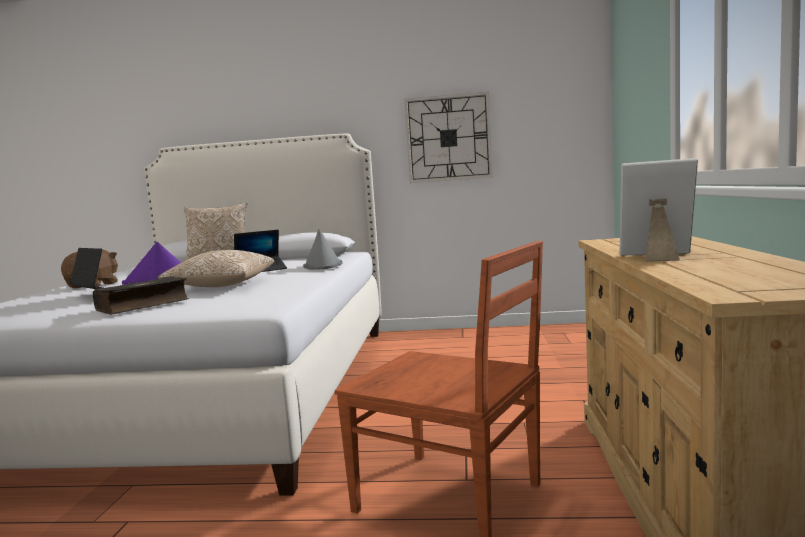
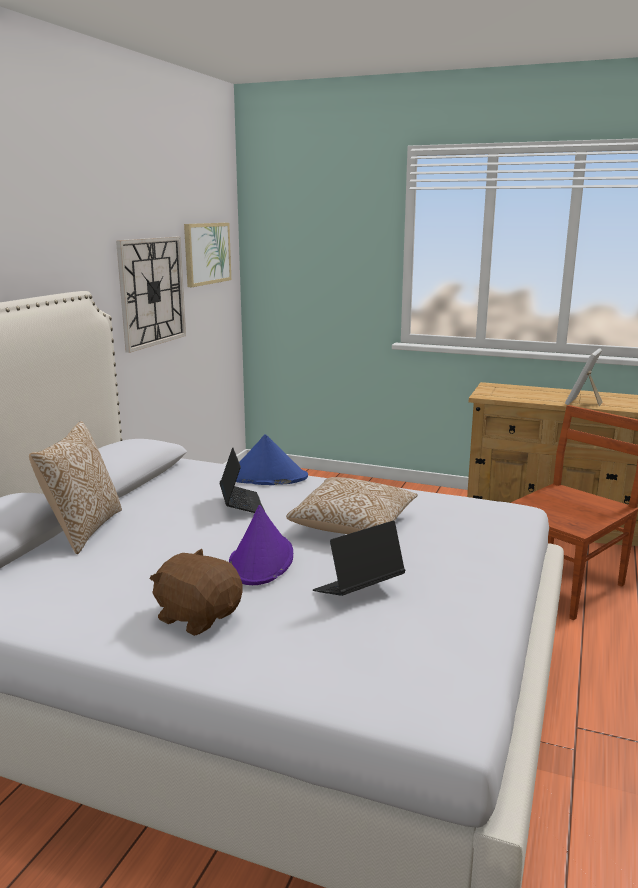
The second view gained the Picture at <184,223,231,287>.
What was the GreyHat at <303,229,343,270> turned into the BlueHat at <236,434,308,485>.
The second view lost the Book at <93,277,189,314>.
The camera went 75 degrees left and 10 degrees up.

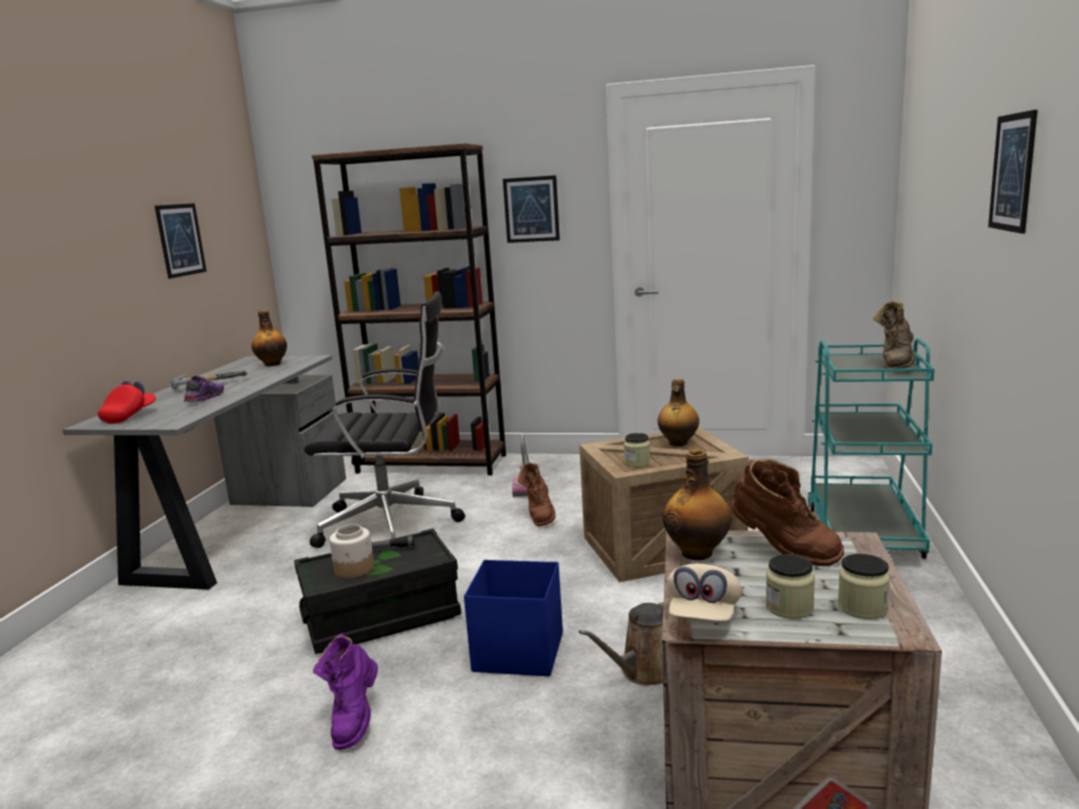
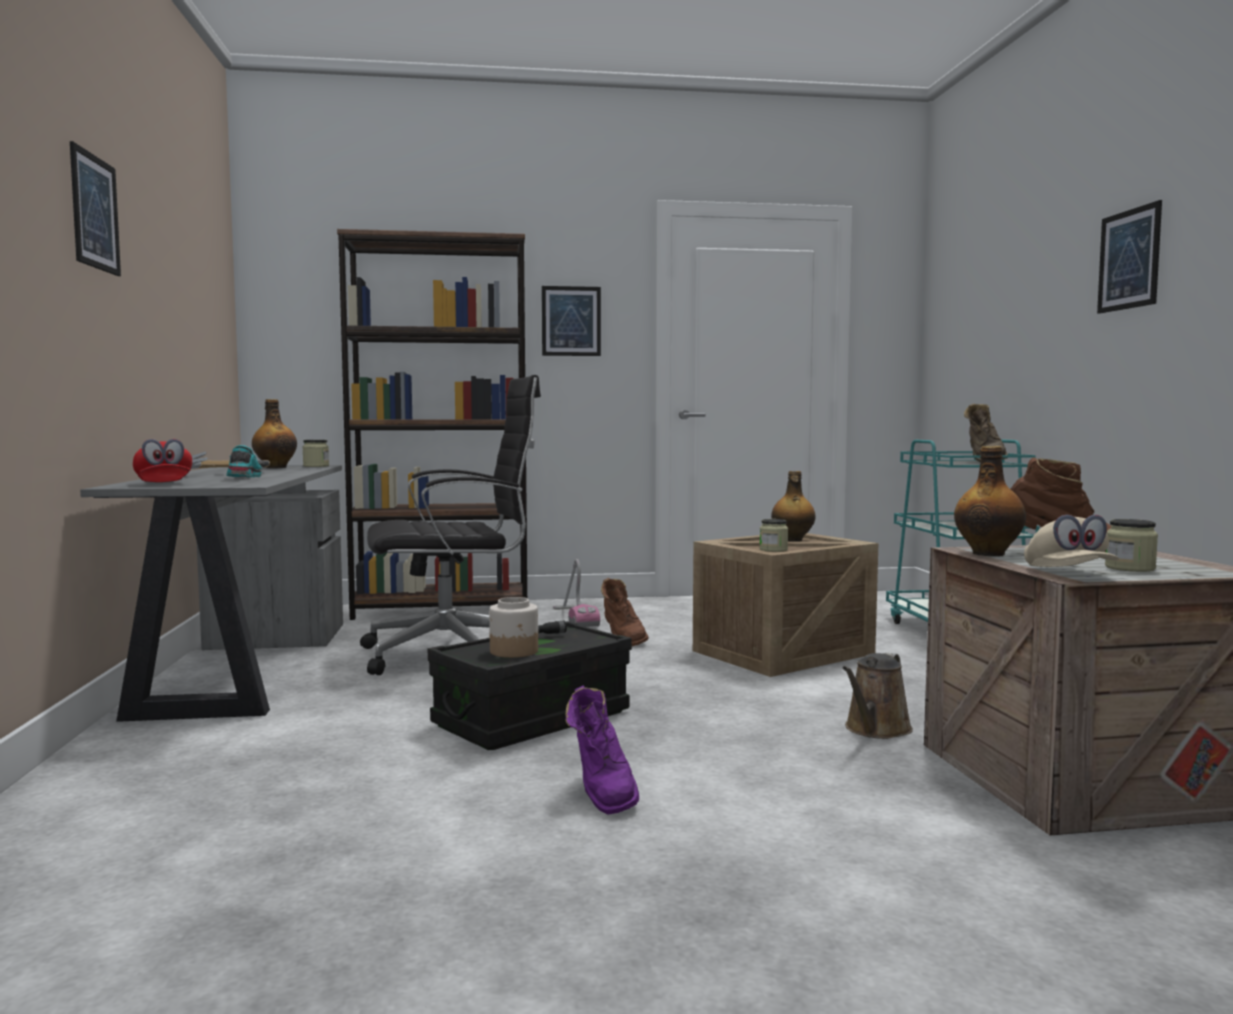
The Picture ended up elsewhere, having gone from <155,203,207,279> to <70,141,121,276>.
The RedCap at <98,380,156,424> ended up facing another way, 150 degrees clockwise from before.
What was the PurpleShoe at <184,376,224,402> turned into the TurquoiseShoe at <226,445,262,477>.
The Jar ended up elsewhere, having gone from <838,554,890,619> to <302,440,329,467>.
The second view lost the BlueStorageBox at <464,560,563,676>.
The camera went 20 degrees left and 10 degrees down.

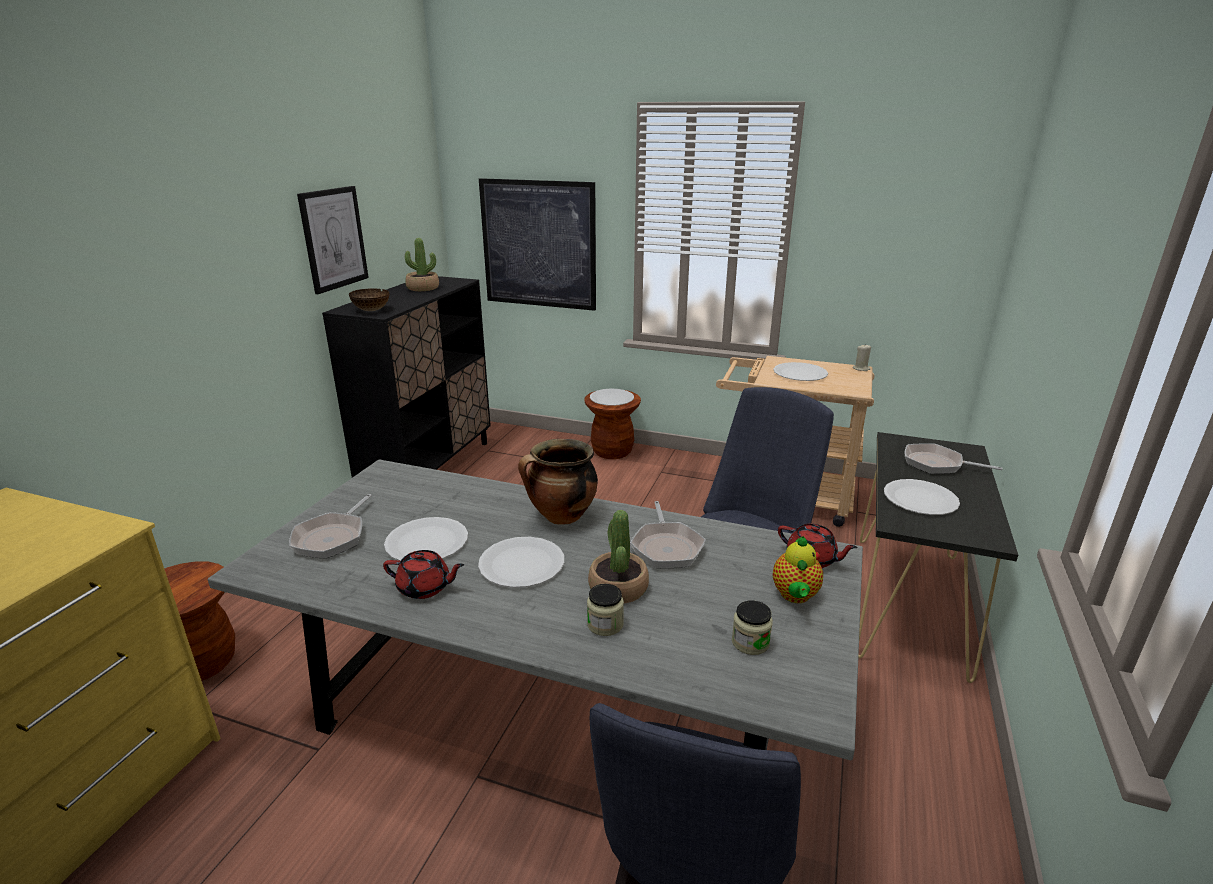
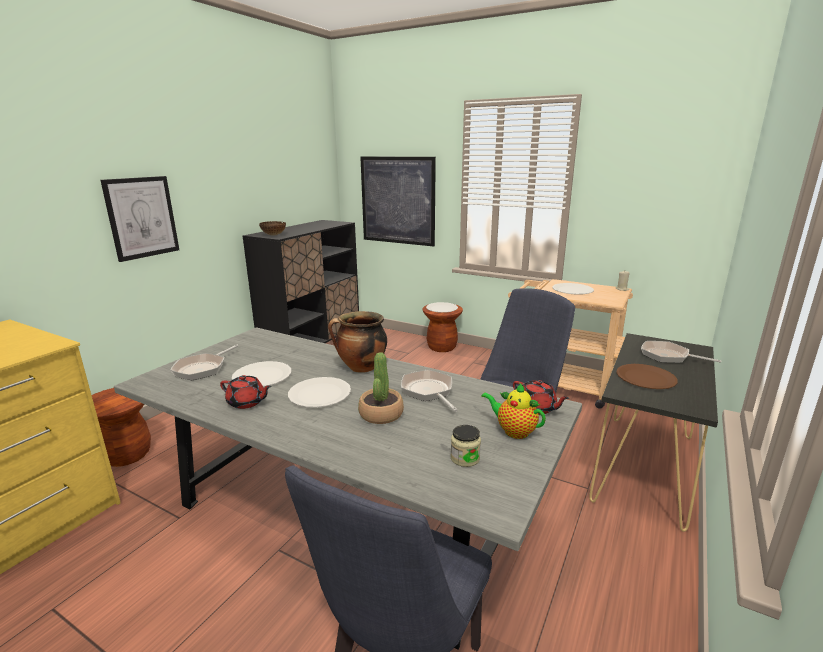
The Picture ended up elsewhere, having gone from <297,186,369,294> to <100,176,179,262>.
The FryingPan at <630,501,706,568> ended up facing another way, 150 degrees clockwise from before.
The Teapot at <773,536,823,603> ended up facing another way, 105 degrees clockwise from before.
What was the WhitePlate at <884,479,960,515> turned into the BrownPlate at <616,364,678,389>.
The second view lost the PottedPlant at <405,238,439,291>.
The second view lost the Jar at <587,584,624,636>.
The camera went 10 degrees right and 5 degrees down.

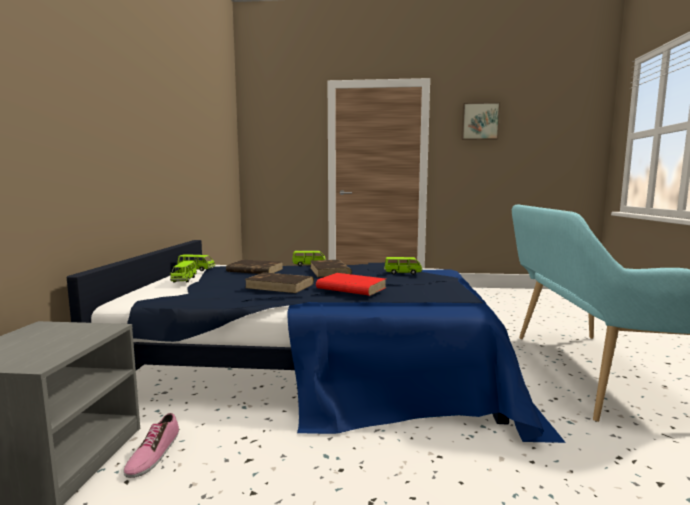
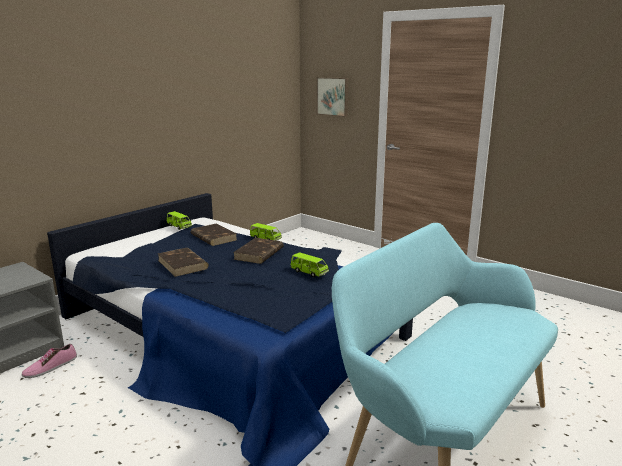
The Picture ended up elsewhere, having gone from <461,102,500,140> to <316,77,349,117>.
The second view lost the GreenToyCar at <170,261,197,283>.
The second view lost the RedBook at <316,273,387,296>.
The camera went 35 degrees right and 10 degrees up.

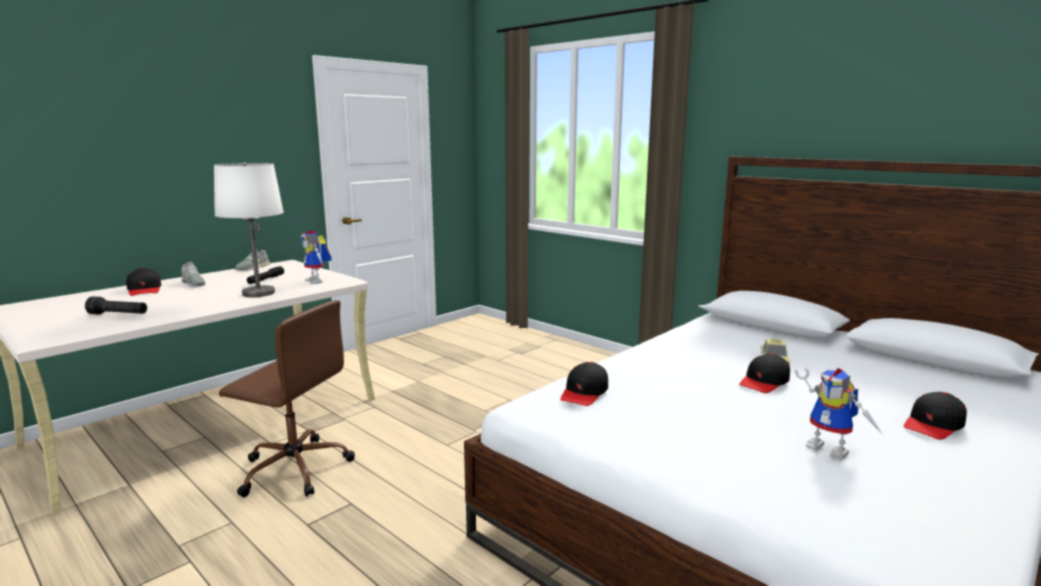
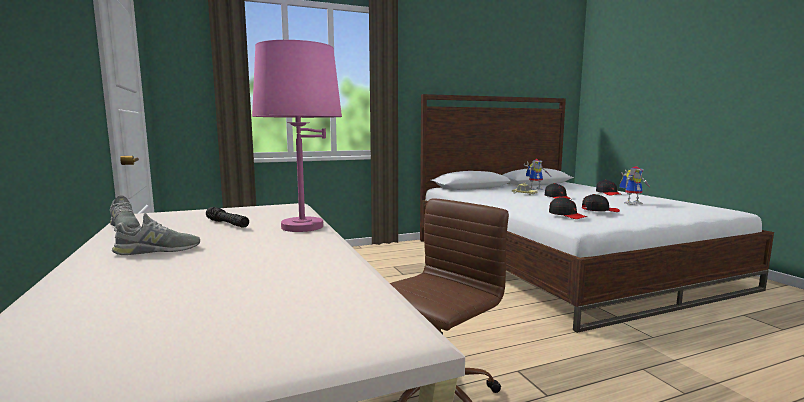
What was the WhiteTableLamp at <214,162,284,297> turned into the PinkTableLamp at <252,40,342,232>.
The ToyRobot ended up elsewhere, having gone from <301,231,332,284> to <524,159,550,190>.
The BlackCap ended up elsewhere, having gone from <126,267,161,296> to <582,194,620,212>.
The second view lost the BlackFlashlight at <85,296,147,314>.
The camera went 65 degrees left and 5 degrees down.

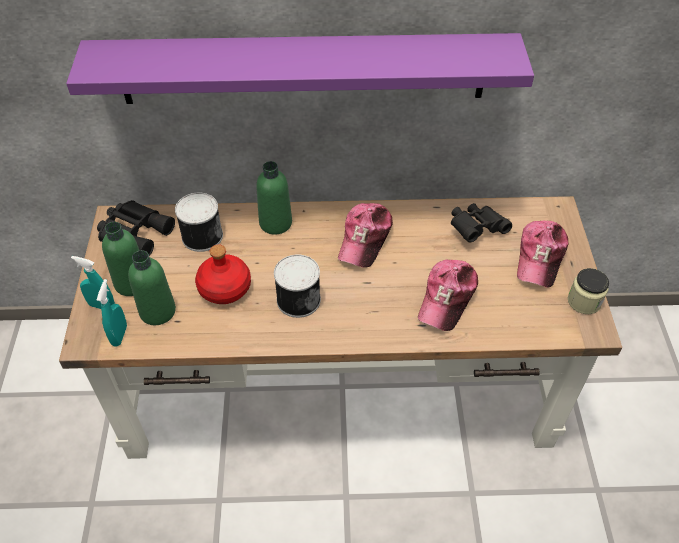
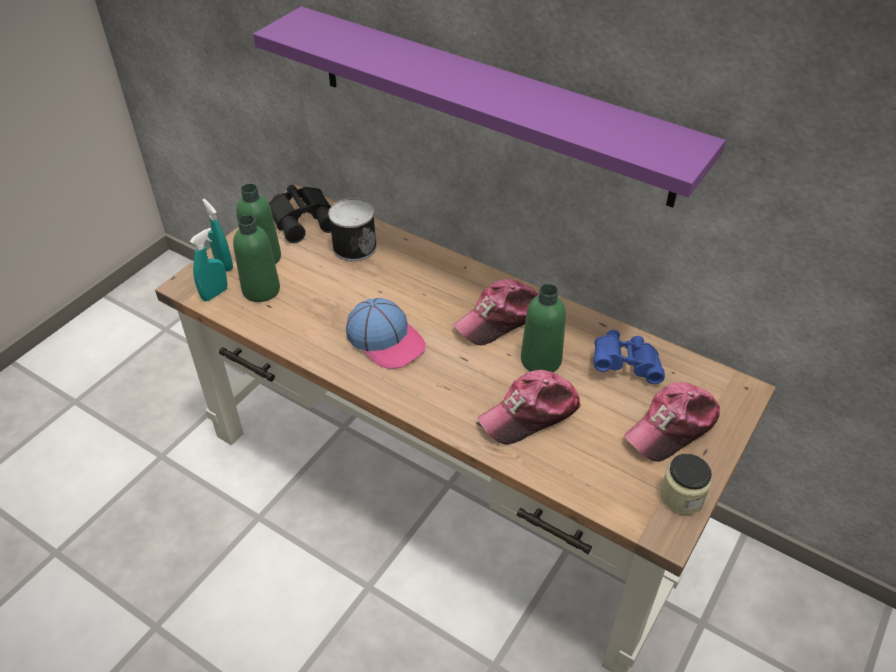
Where the Can stood at <274,255,321,318>, the Cap came to stand at <346,298,426,369>.
The GreenBottle ended up elsewhere, having gone from <256,161,292,235> to <521,284,566,372>.
What was the BlackBinoculars at <451,203,512,243> turned into the BlueBinoculars at <593,330,665,384>.
The second view lost the RedBottle at <195,244,251,304>.
The camera went 35 degrees right and 5 degrees down.

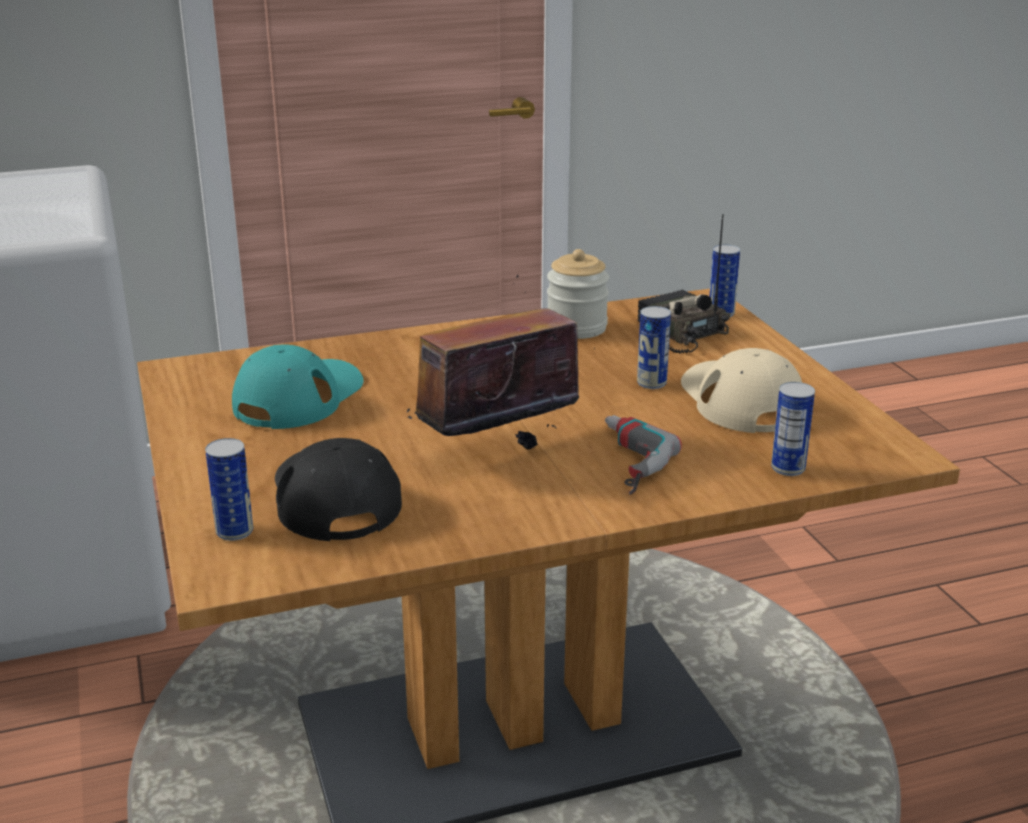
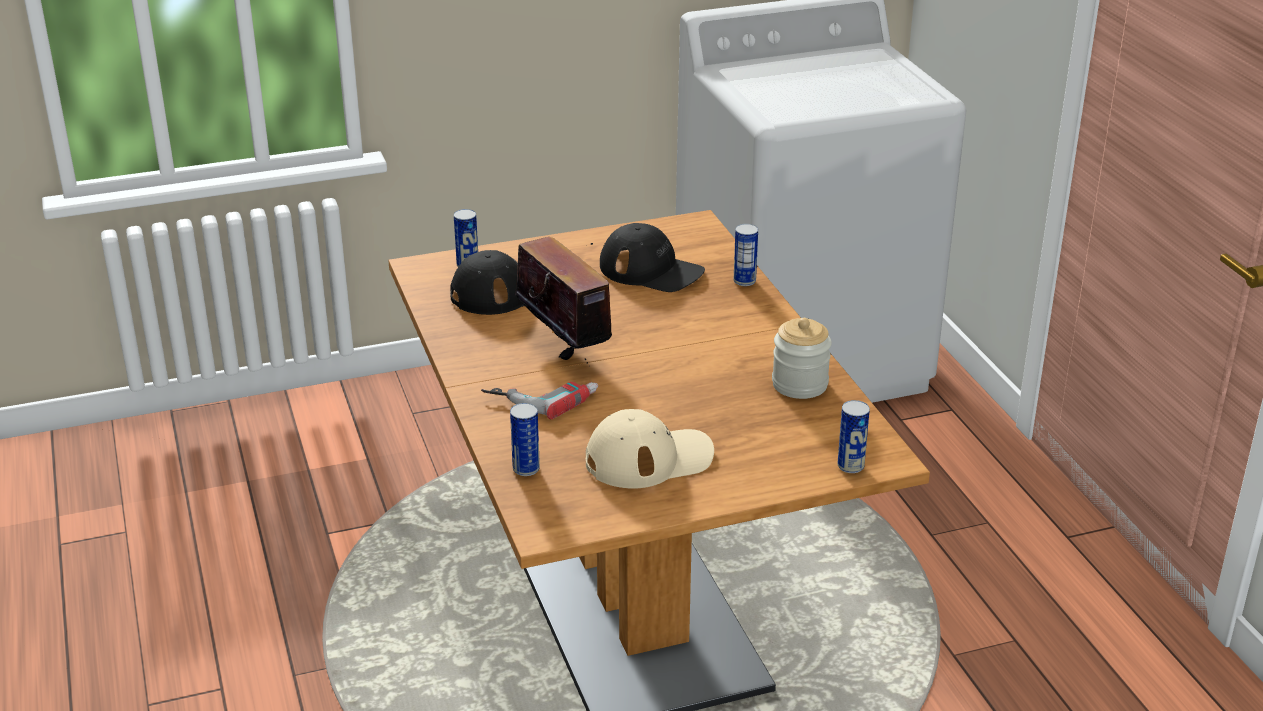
What was the TurquoiseCap at <232,344,364,429> turned into the BlackCap at <600,223,705,292>.
The Can ended up elsewhere, having gone from <637,306,671,389> to <733,224,758,286>.
The second view lost the Radio at <638,214,730,354>.
The camera went 90 degrees right and 5 degrees up.

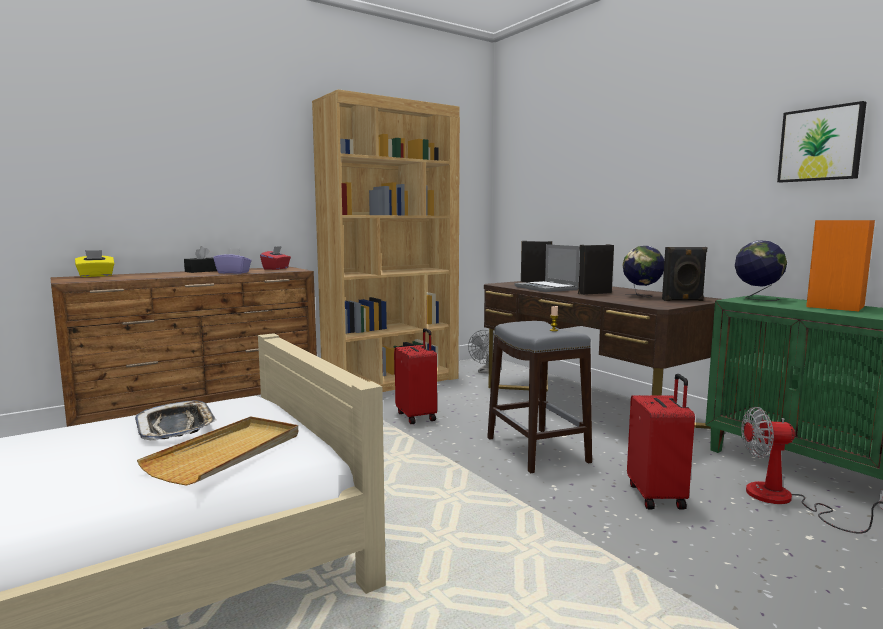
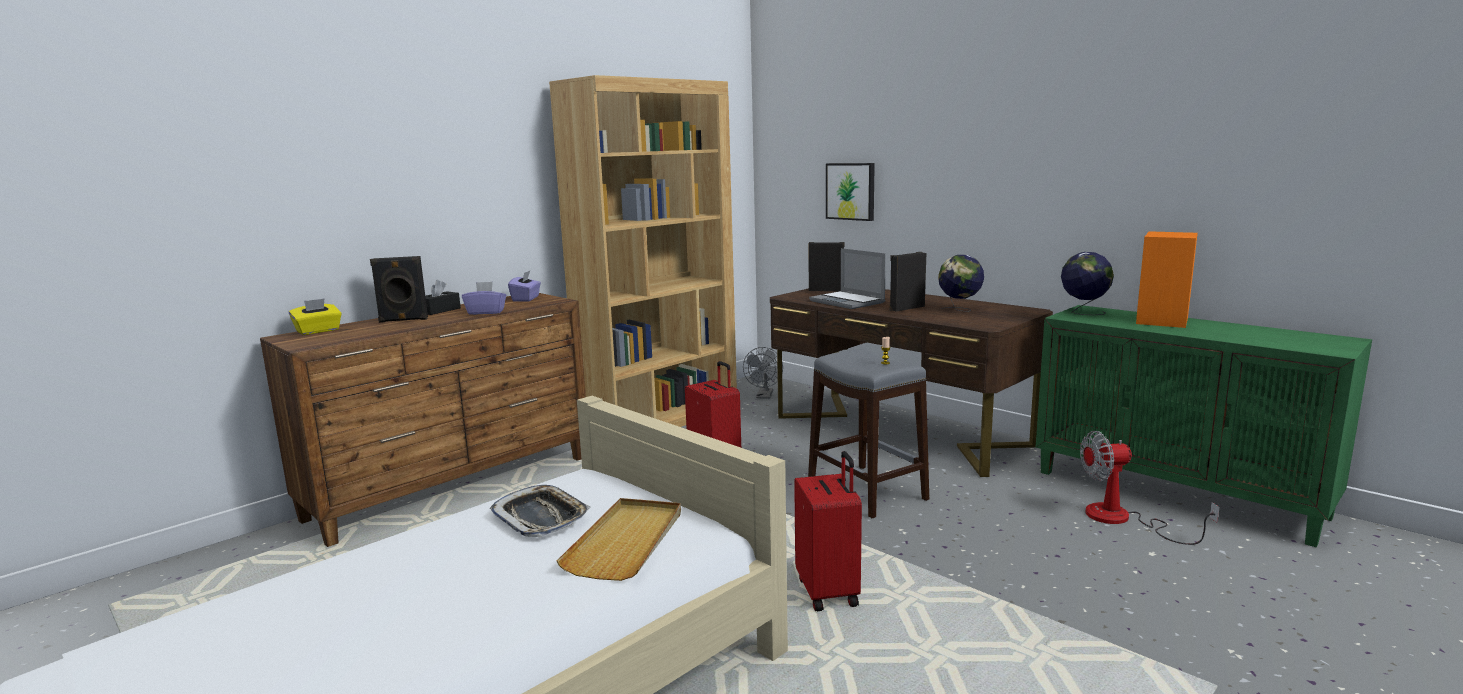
The BlackSpeaker ended up elsewhere, having gone from <662,247,707,301> to <370,256,428,323>.
What was the RedTissueBox at <260,246,291,270> turned into the PurpleTissueBox at <508,271,541,302>.
The RedSuitcase ended up elsewhere, having gone from <627,374,695,510> to <794,451,862,611>.
The Picture ended up elsewhere, having gone from <777,101,866,182> to <826,163,875,221>.
The camera went 10 degrees left and 5 degrees up.

